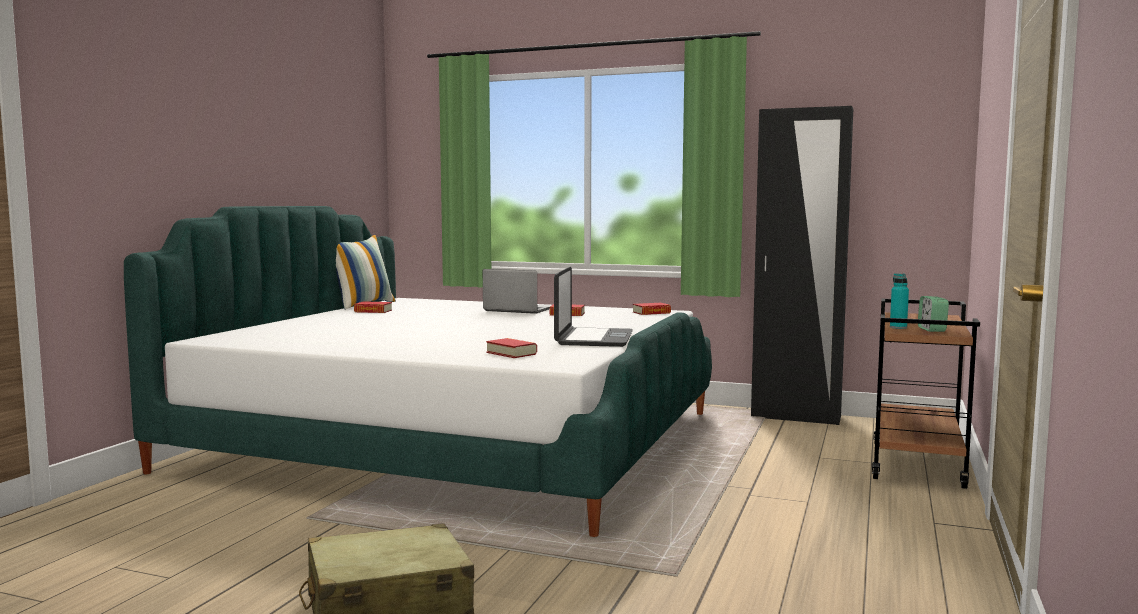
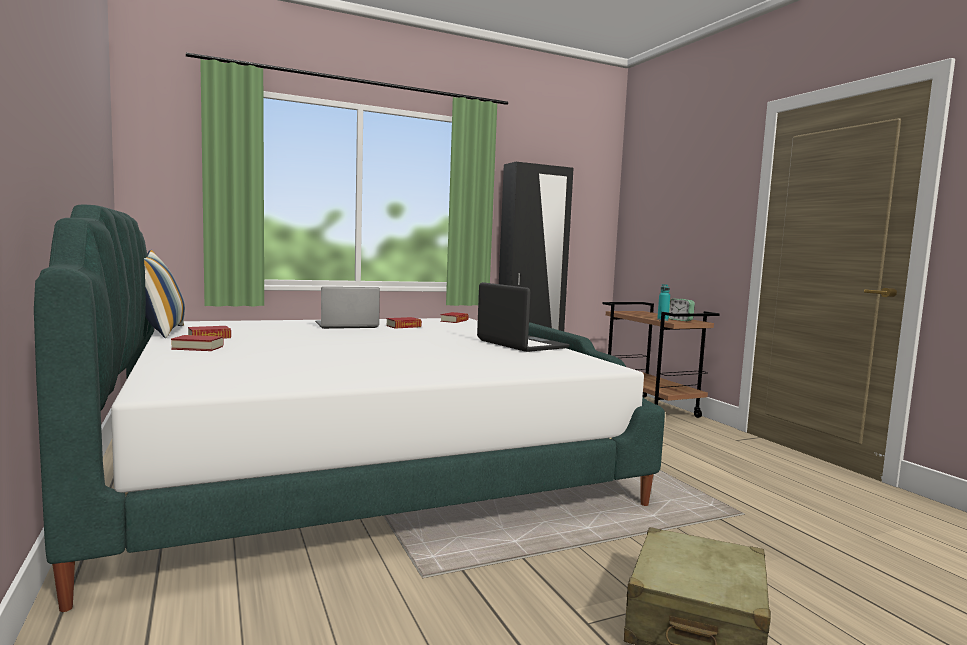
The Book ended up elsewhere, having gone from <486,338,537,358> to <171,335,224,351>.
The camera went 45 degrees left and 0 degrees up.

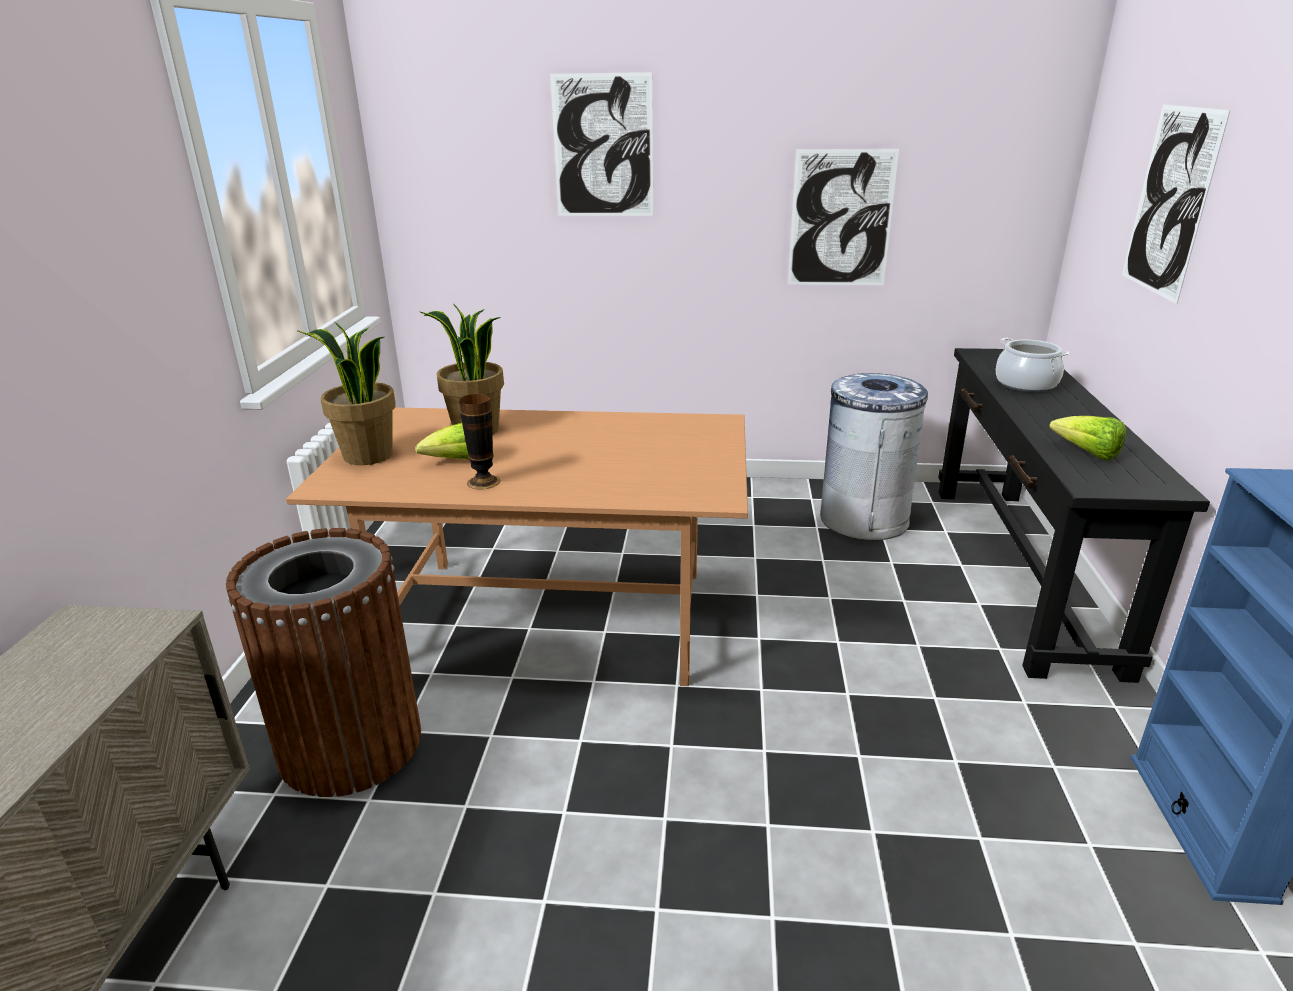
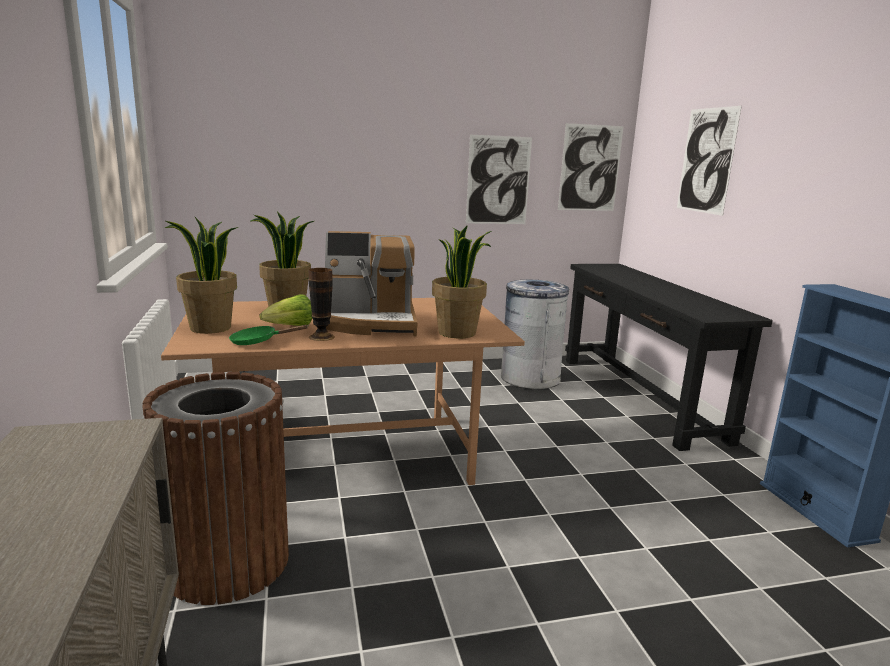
The second view gained the GreenFryingPan at <229,325,309,345>.
The second view gained the CoffeeMachine at <325,231,418,336>.
The second view gained the PottedPlant at <432,226,491,338>.
The Picture ended up elsewhere, having gone from <550,72,653,216> to <558,123,624,211>.
The second view lost the CookingPot at <996,338,1069,392>.
The second view lost the Lettuce at <1049,416,1126,461>.
The camera went 20 degrees left and 10 degrees down.

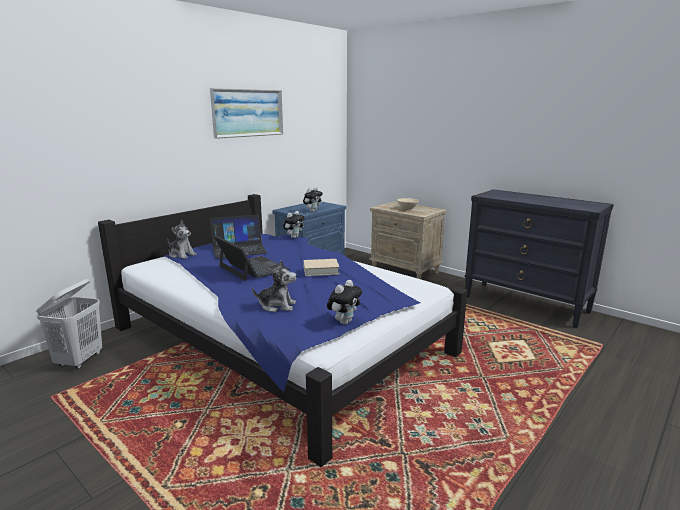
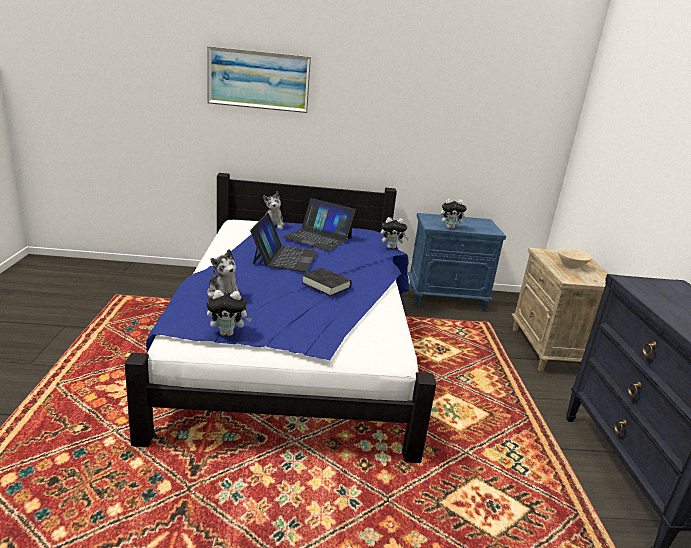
The Picture ended up elsewhere, having gone from <210,88,283,139> to <207,46,311,113>.
What was the BeigeBook at <303,259,339,276> turned into the BlackBook at <302,268,352,296>.
The second view lost the WhiteLaundryBasket at <36,279,102,369>.
The camera went 45 degrees right and 5 degrees up.

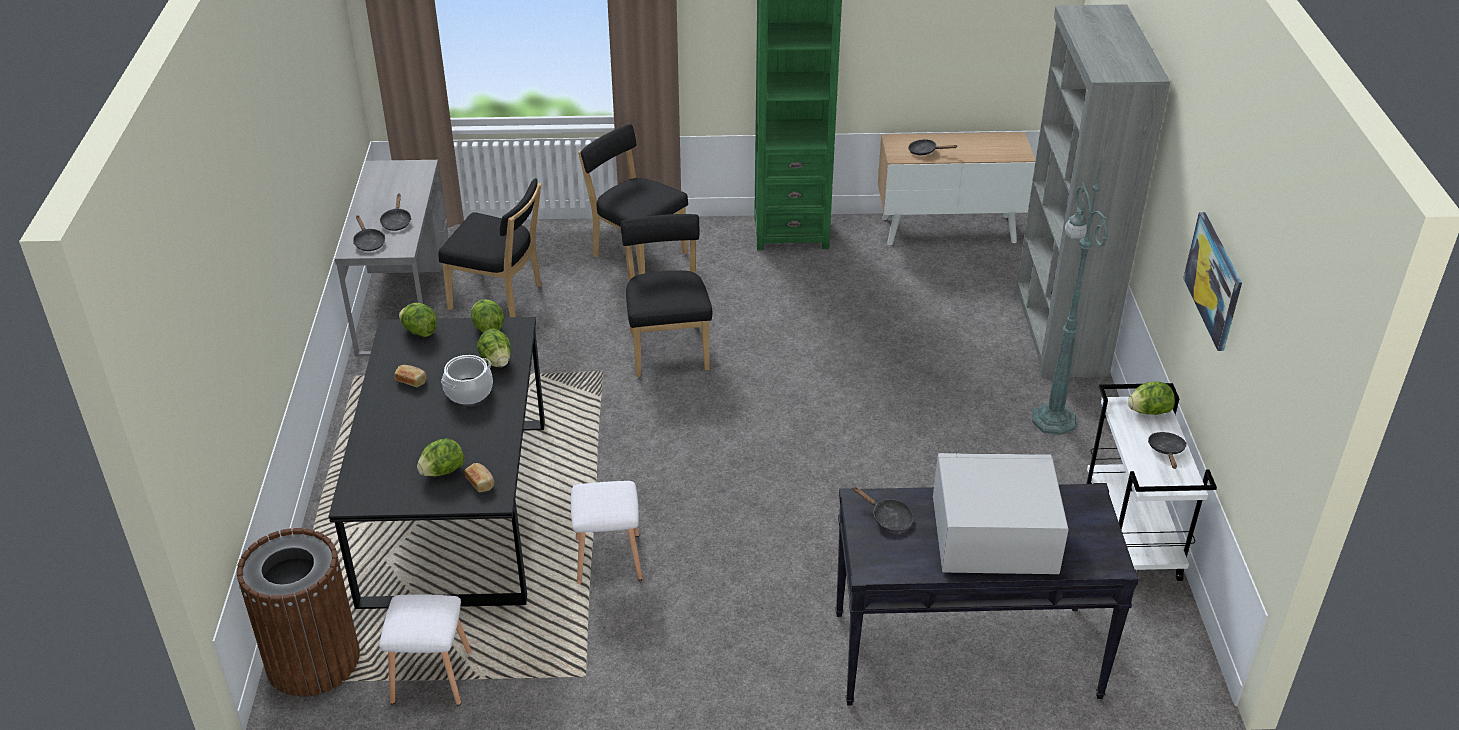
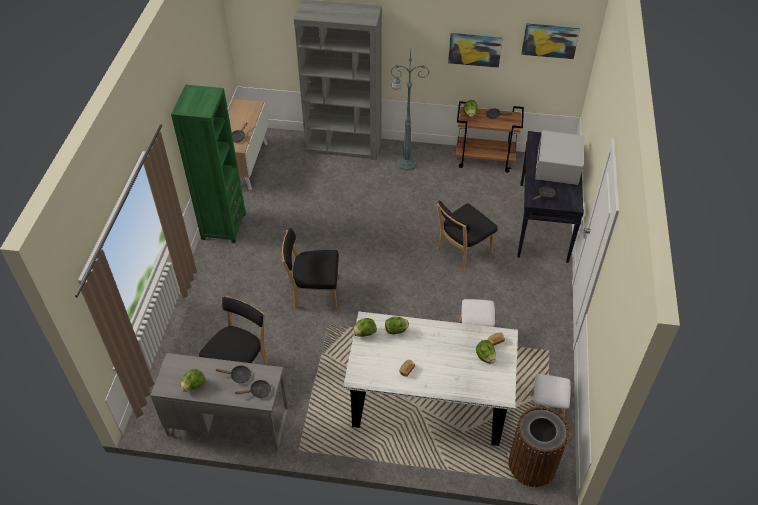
The Lettuce ended up elsewhere, having gone from <399,303,437,337> to <181,369,206,392>.
What was the BlackDiningTable at <328,317,545,609> turned into the WhiteDiningTable at <343,311,518,446>.
The BlackChair ended up elsewhere, having gone from <578,124,688,275> to <437,201,498,271>.
What was the WhiteCart at <1086,383,1217,581> turned into the BrownCart at <455,101,524,173>.
The second view gained the Picture at <521,23,580,59>.
The second view lost the CookingPot at <441,355,493,404>.
The camera went 80 degrees left and 10 degrees up.

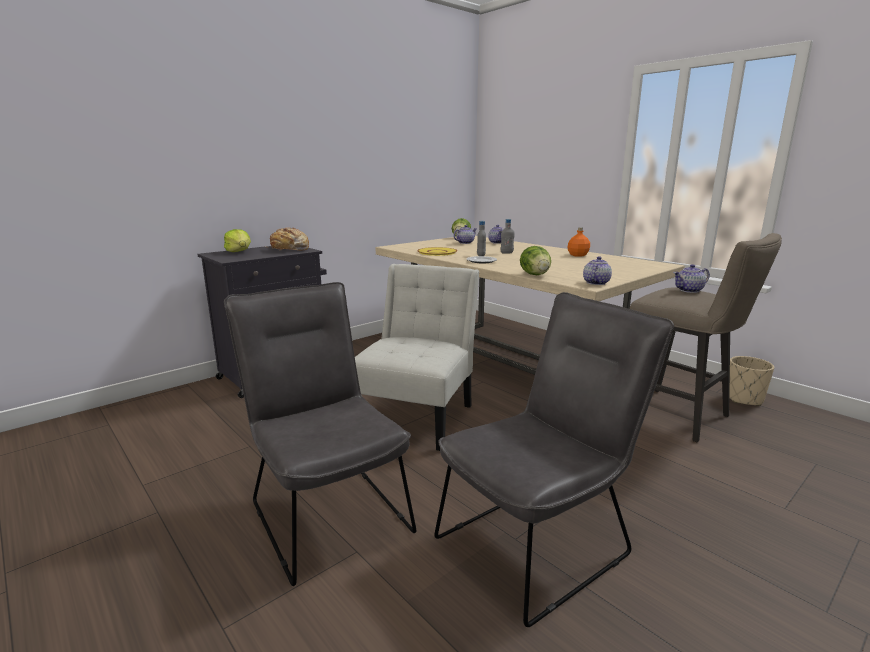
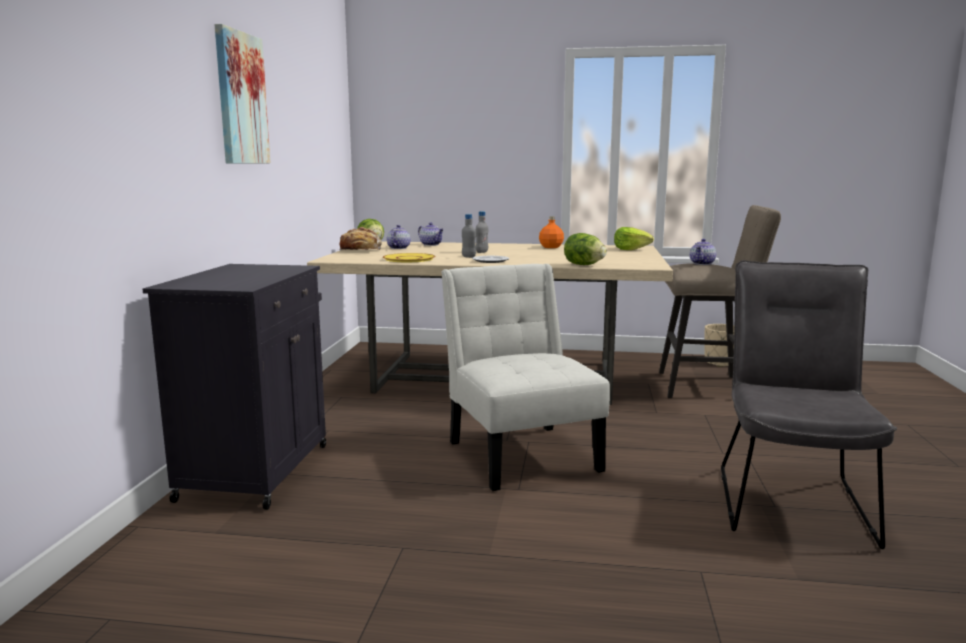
The second view gained the Picture at <214,24,270,163>.
The Bread ended up elsewhere, having gone from <265,227,309,251> to <338,227,382,251>.
The Lettuce ended up elsewhere, having gone from <224,229,251,252> to <614,227,654,250>.
The second view lost the GreyChair at <224,282,416,586>.
The second view lost the Teapot at <583,256,612,285>.
The camera went 40 degrees left and 5 degrees down.

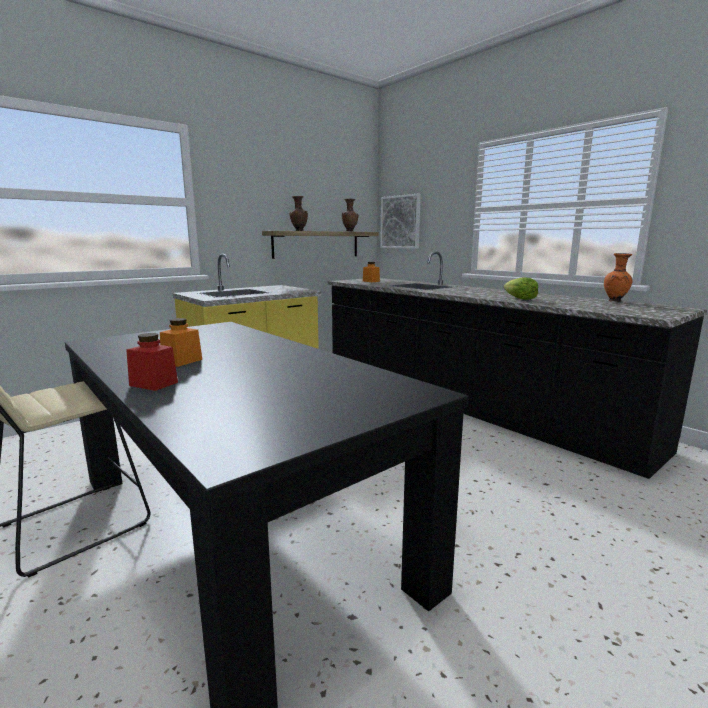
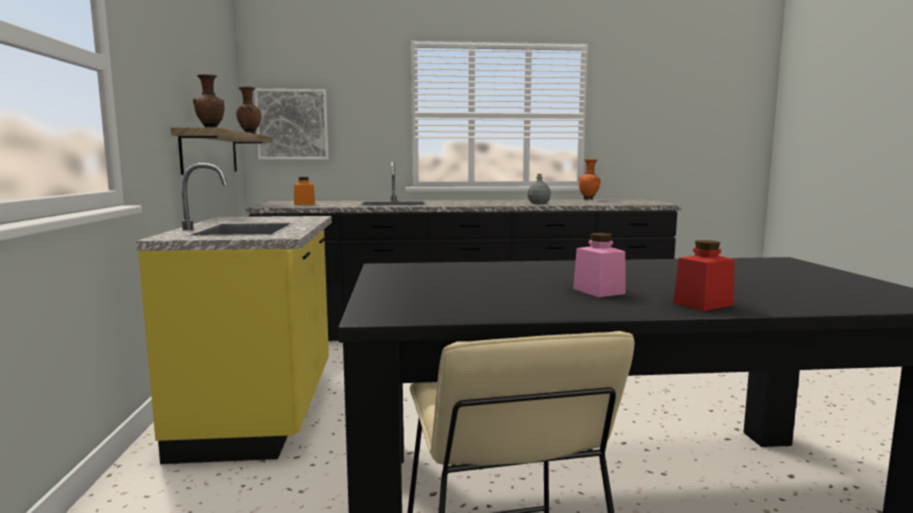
Where the Lettuce stood at <504,278,538,300>, the GreyBottle came to stand at <528,174,551,204>.
What was the OrangeJar at <160,318,202,367> turned into the PinkJar at <573,233,625,297>.
The camera went 55 degrees left and 5 degrees down.

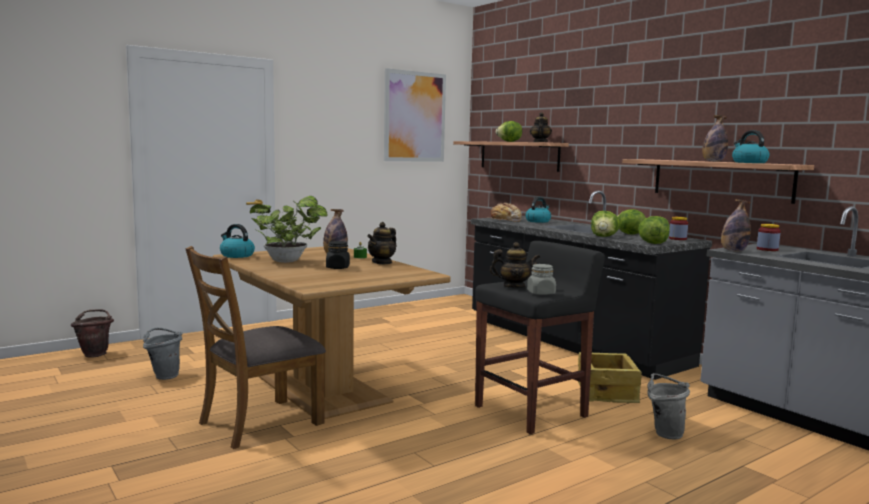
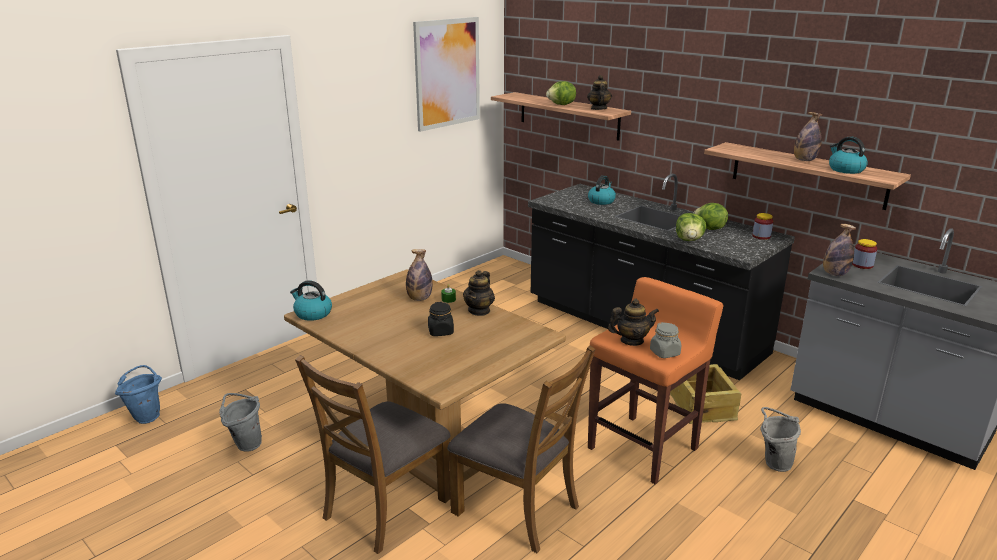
What was the BrownBucket at <70,309,114,358> turned into the BlueBucket at <115,365,162,424>.
The second view gained the BrownChair at <447,346,596,553>.
What was the BlackStool at <475,241,605,435> turned into the OrangeStool at <588,277,724,484>.
The second view lost the PottedPlant at <250,196,327,263>.
The second view lost the Bread at <486,203,521,222>.
The second view lost the Lettuce at <638,216,670,244>.
The camera went 10 degrees left and 15 degrees up.

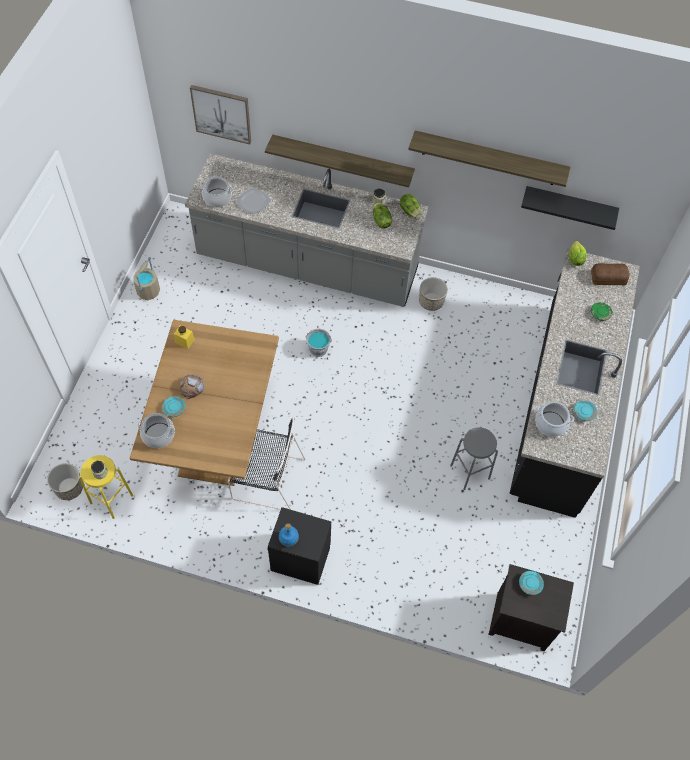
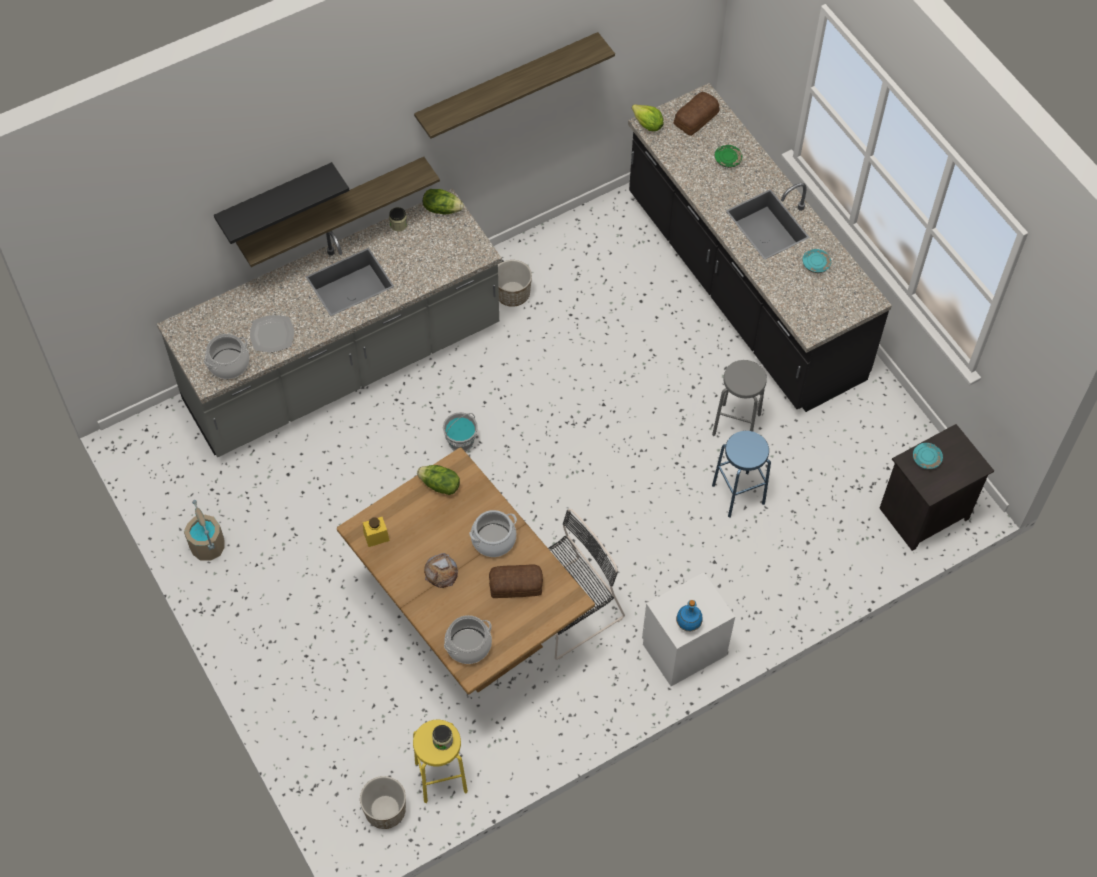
The BlackShelf ended up elsewhere, having gone from <521,186,619,230> to <214,162,350,244>.
The Lettuce ended up elsewhere, having gone from <373,202,392,229> to <417,465,460,495>.
The CookingPot ended up elsewhere, having gone from <535,401,574,437> to <469,510,517,557>.
The second view gained the Bread at <489,564,543,598>.
What was the BlackNightstand at <268,507,331,585> turned into the WhiteNightstand at <642,572,735,686>.
The second view gained the BlueStool at <712,431,771,517>.
The second view lost the TurquoisePlate at <162,396,185,417>.
The second view lost the Picture at <190,85,251,144>.
The camera went 45 degrees left and 0 degrees up.

